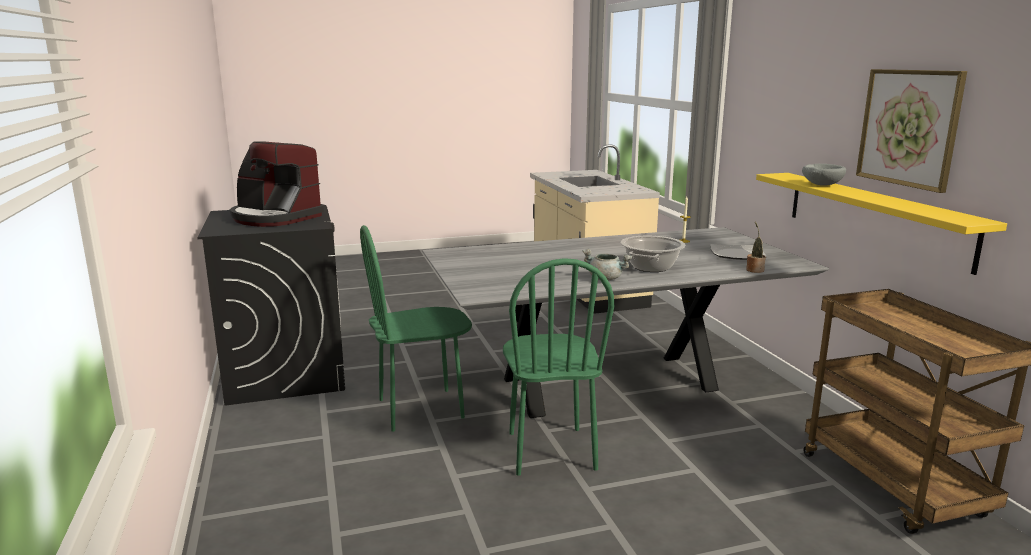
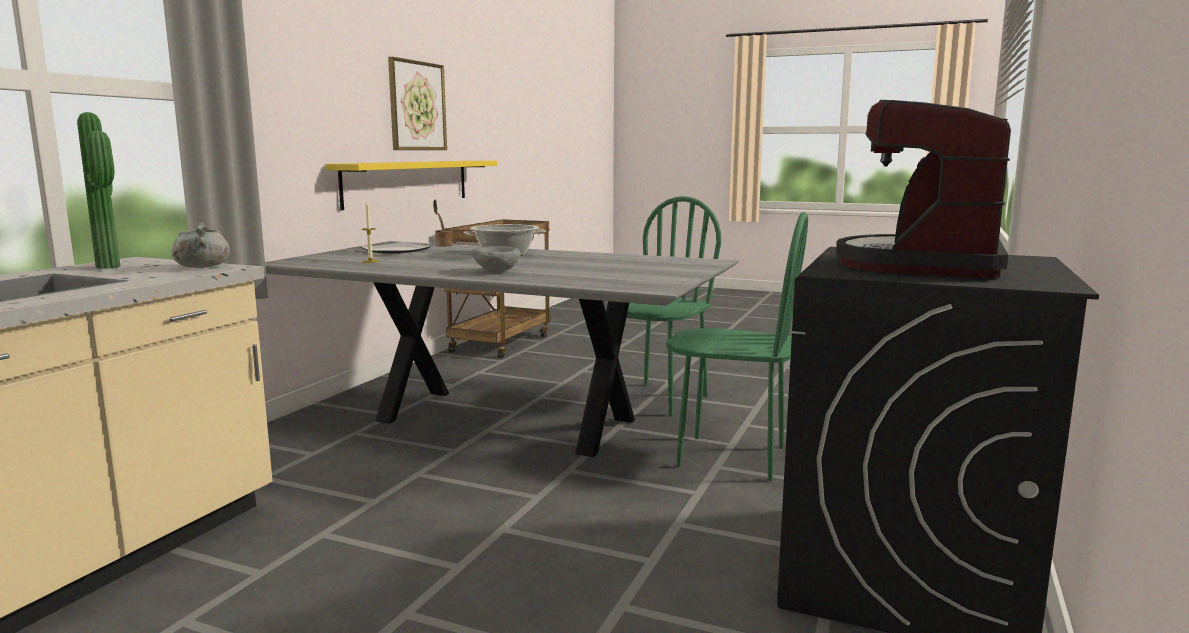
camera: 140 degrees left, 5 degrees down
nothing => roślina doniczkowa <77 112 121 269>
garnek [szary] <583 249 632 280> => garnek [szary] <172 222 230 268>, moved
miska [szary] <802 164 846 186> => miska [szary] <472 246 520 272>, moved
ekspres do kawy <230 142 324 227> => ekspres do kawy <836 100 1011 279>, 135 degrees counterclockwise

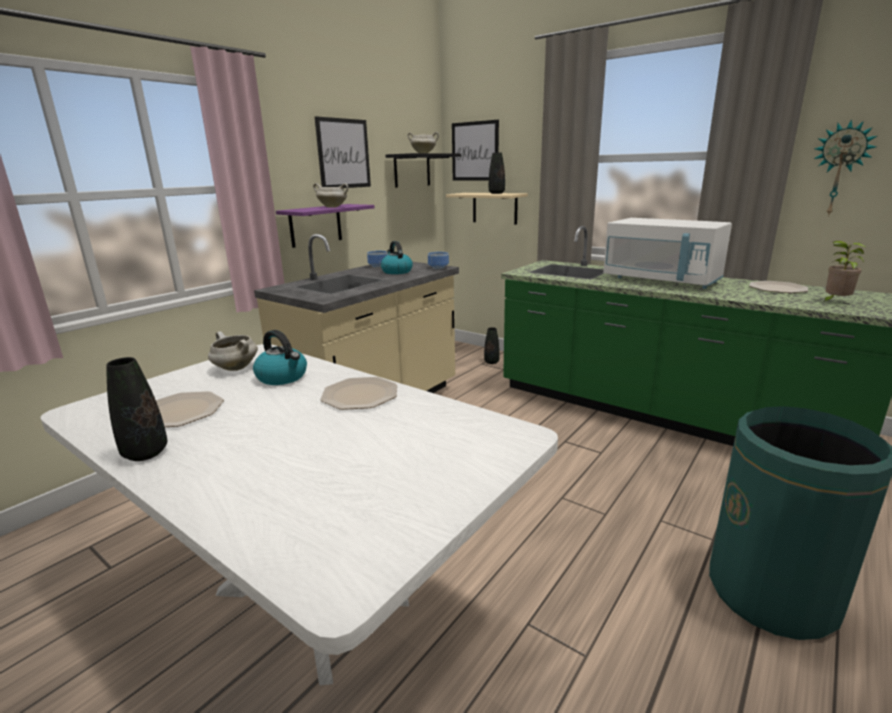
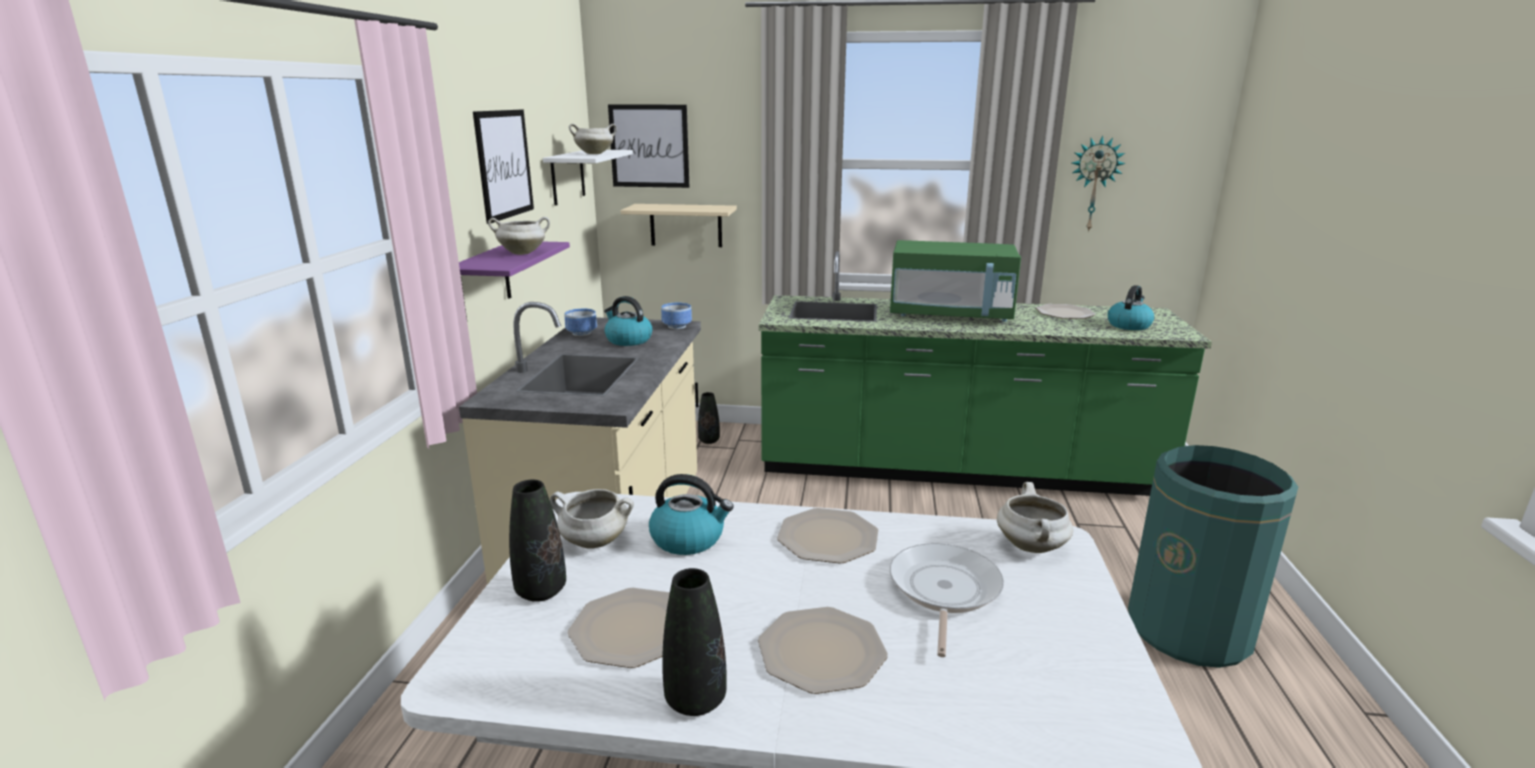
camera: 30 degrees left, 0 degrees up
nothing => talerz <758 607 888 694>
nothing => patelnia <890 543 1004 657>
nothing => garnek [biały] <997 482 1073 553>
wazon [czarny] <489 153 505 194> => wazon [czarny] <509 480 566 602>, moved
roślina doniczkowa <822 241 867 303> => czajnik <1107 285 1155 330>
półka [czarny] <386 153 461 188> => półka [biały] <543 150 633 206>
mikrofalówka [biały] <603 218 732 289> => mikrofalówka [zielony] <890 240 1021 322>

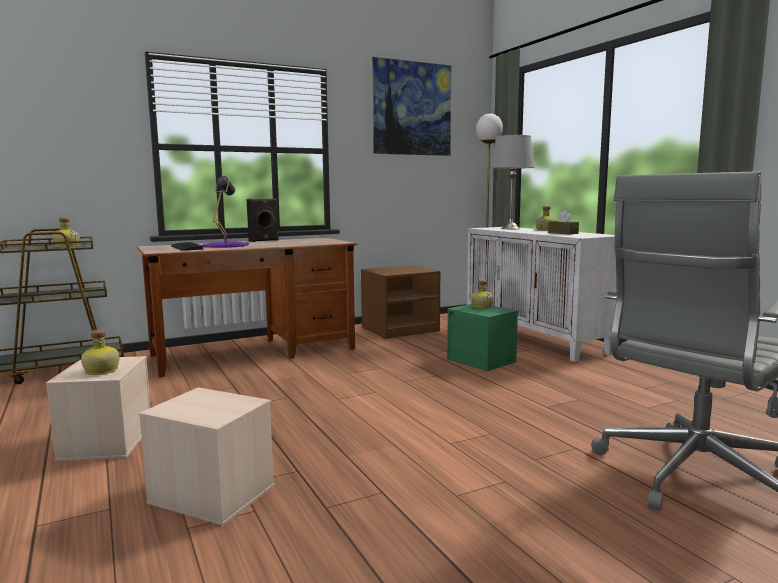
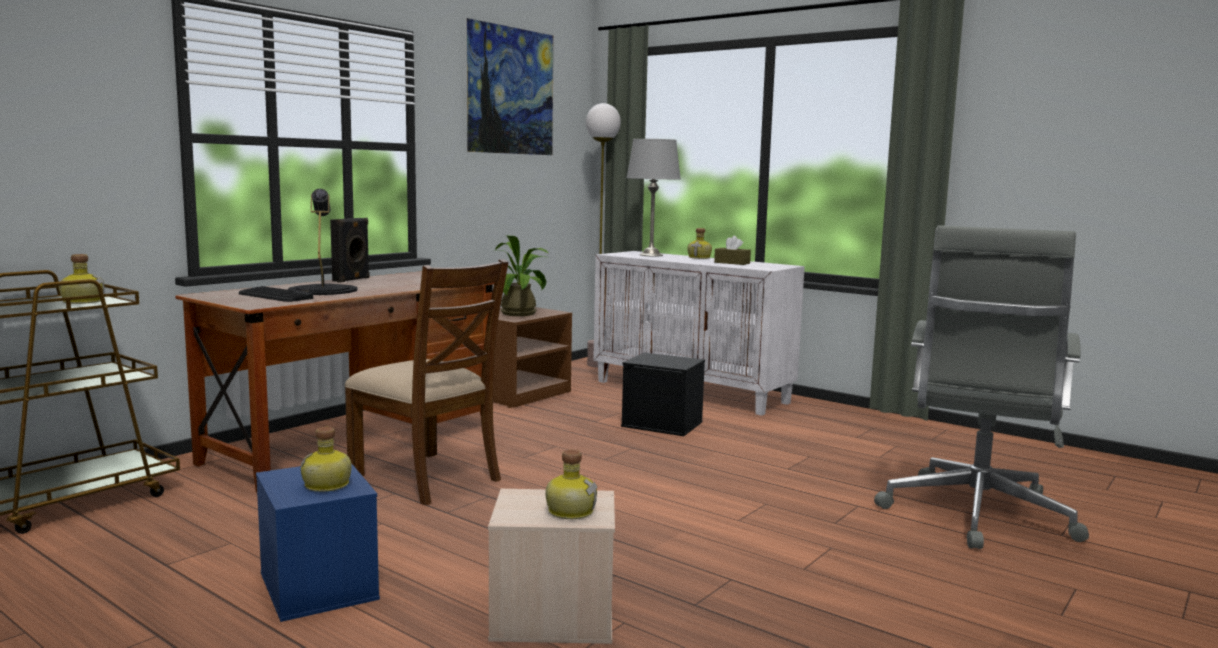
camera: 25 degrees left, 0 degrees up
nothing => krzesło [brązowy] <345 259 508 505>
nothing => roślina doniczkowa <492 236 548 316>
butelka <471 280 494 309> => butelka <545 450 598 519>, moved
pojemnik do przechowywania [beżowy] <46 356 151 461> => pojemnik do przechowywania [niebieski] <256 464 380 622>
lampa stołowa [fioletowy] <202 176 249 248> => lampa stołowa [czarny] <288 189 358 295>
pojemnik do przechowywania [zielony] <447 304 518 371> => pojemnik do przechowywania [czarny] <621 353 705 436>

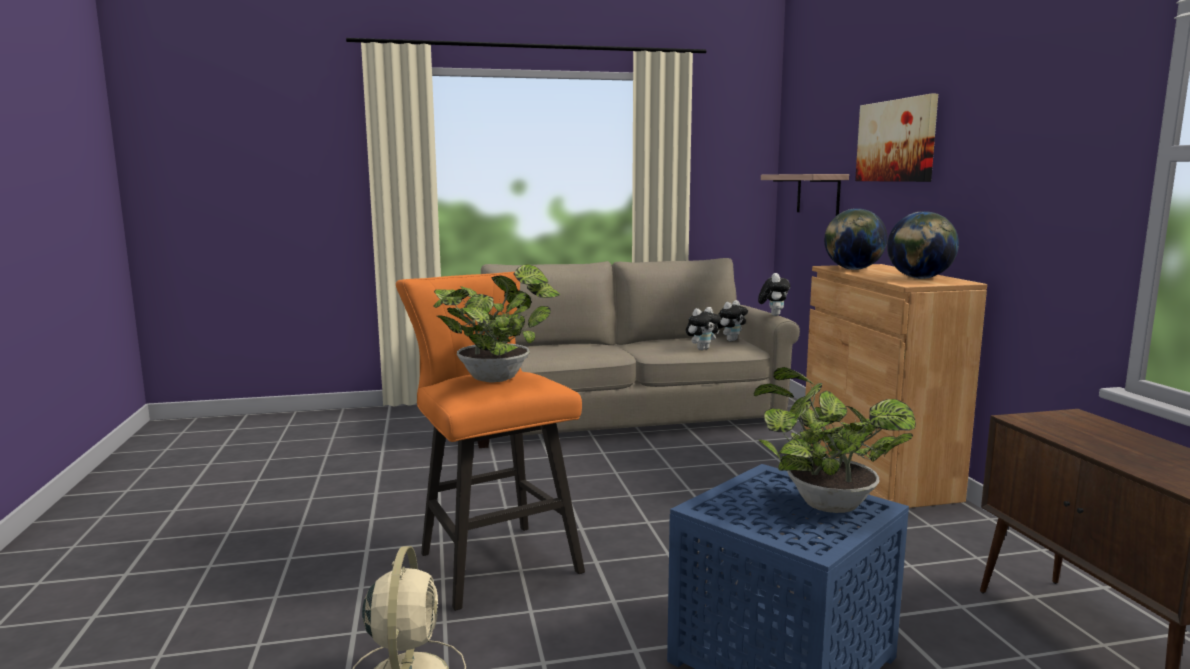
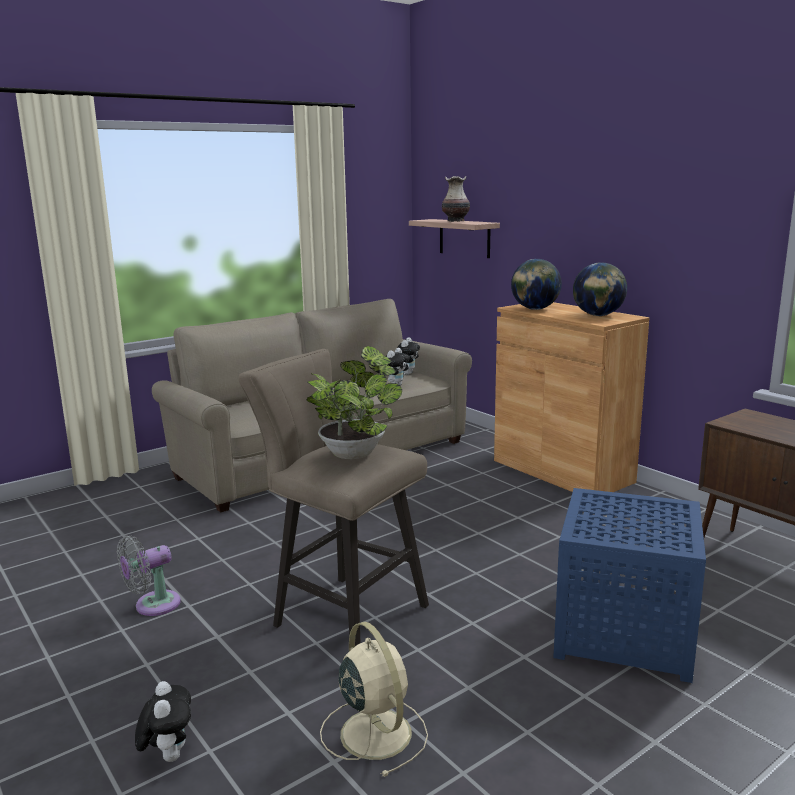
camera: 25 degrees left, 5 degrees up
roślina doniczkowa <754 367 916 513> => nothing
obraz <855 94 938 182> => nothing
nothing => wentylator [szary] <117 536 181 616>
nothing => wazon <442 176 470 222>
pluszak <758 273 790 316> => pluszak <135 681 191 762>, moved
stołek [pomarańczowy] <396 272 585 611> => stołek [beżowy] <238 349 429 646>

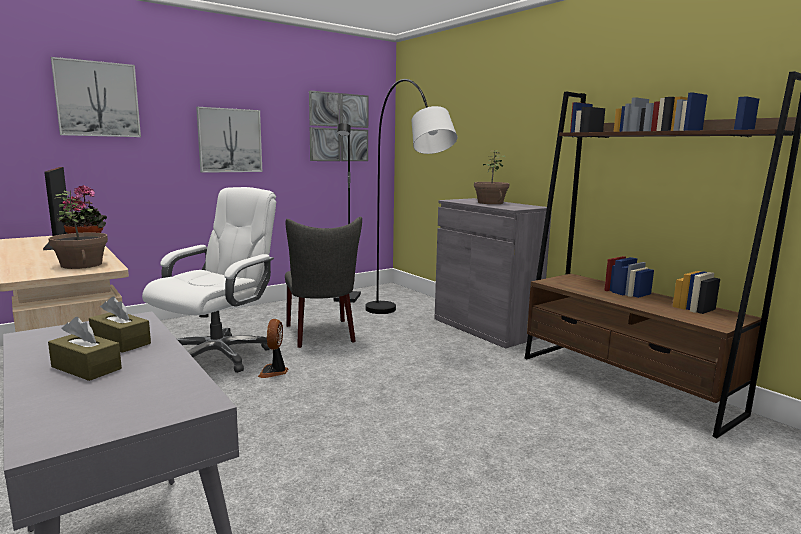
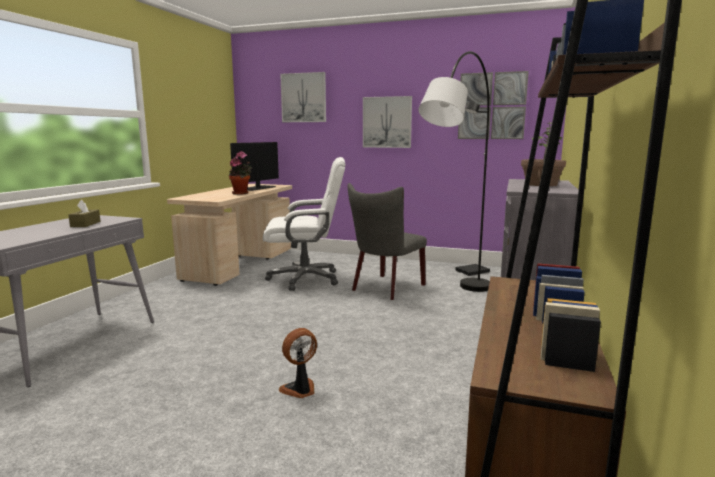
camera: 55 degrees right, 0 degrees up
roślina doniczkowa <48 190 108 269> => nothing
pudełko chusteczek [brązowy] <48 317 122 381> => nothing
wentylator <258 319 288 378> => wentylator <279 328 317 398>, moved

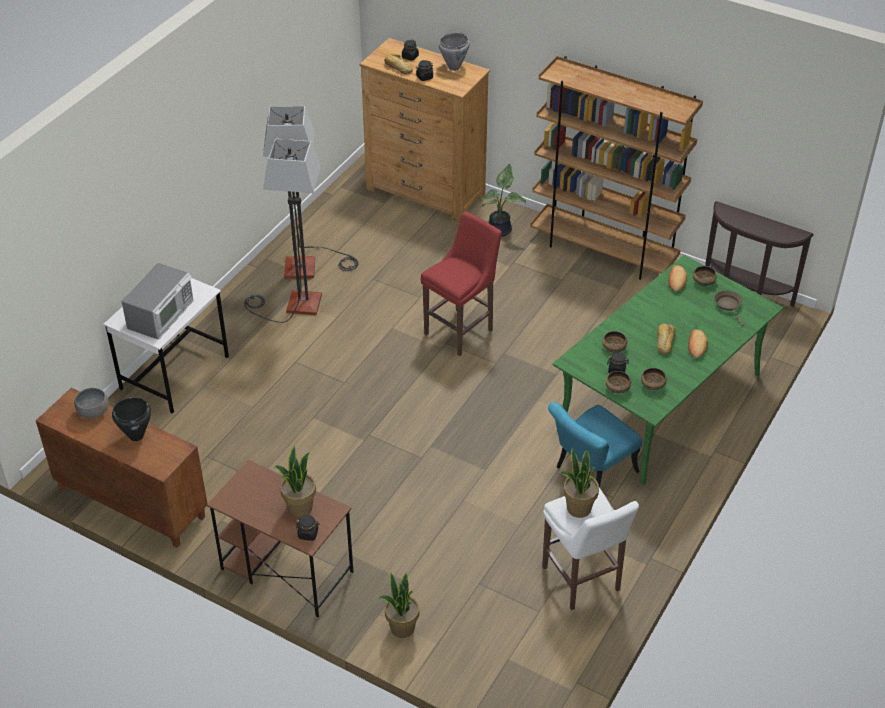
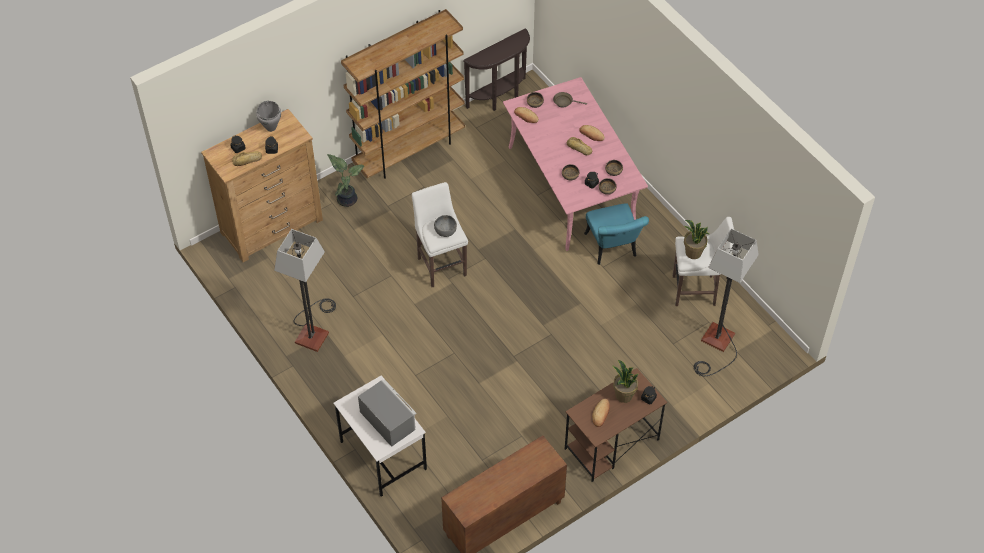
camera: 65 degrees left, 10 degrees up
garnek [czarny] <112 397 151 441> => nothing
roślina doniczkowa <379 572 419 638> => nothing
nothing => chleb <592 399 610 427>
miska [szary] <74 388 109 419> => miska [szary] <434 215 457 237>, moved
lampa stojąca <244 139 322 323> => lampa stojąca <694 228 759 376>, moved
stołek [czerwony] <421 212 502 356> => stołek [biały] <412 182 468 287>
stół jadalny [zielony] <553 255 783 485> => stół jadalny [różowy] <503 77 648 251>

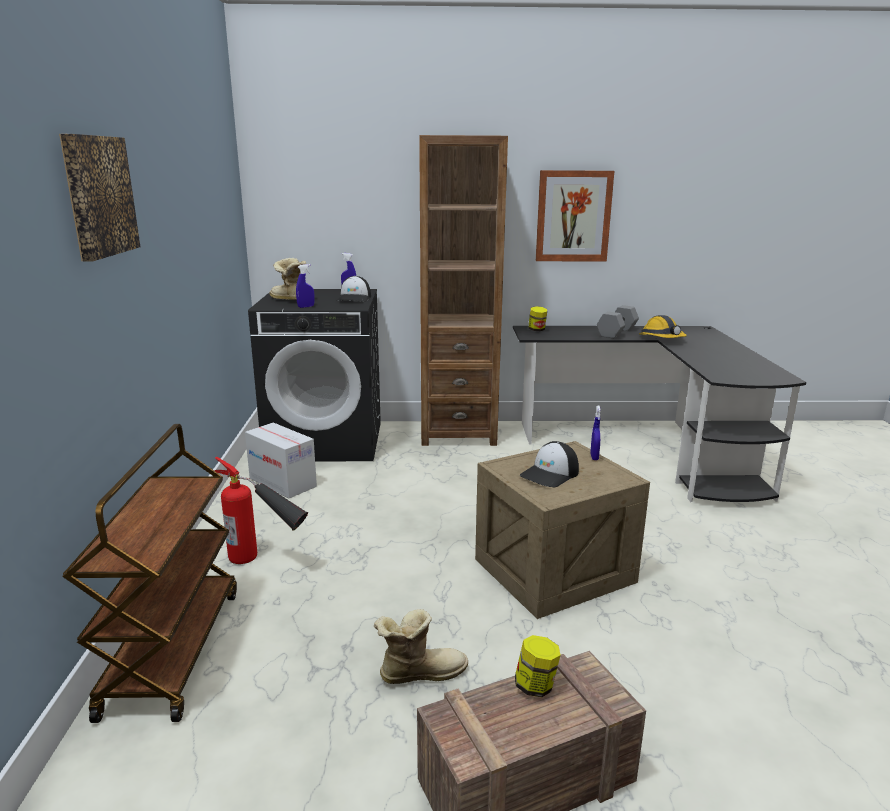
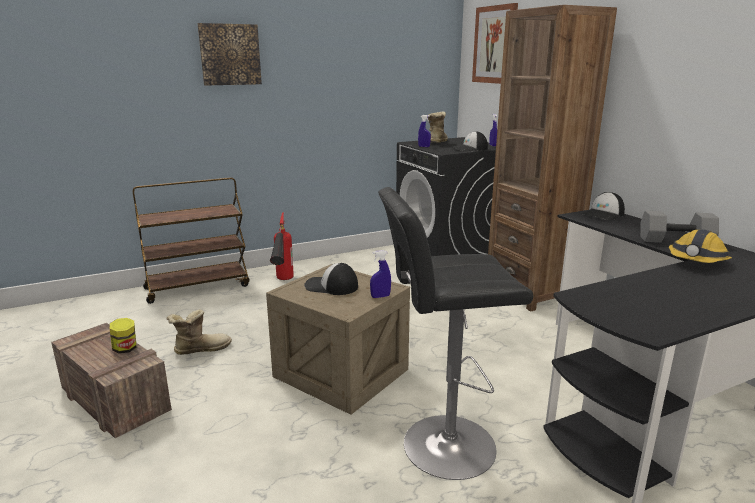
camera: 65 degrees right, 0 degrees up
karton <245 423 317 498> => nothing
nothing => stołek [czarny] <378 187 533 480>
obraz <536 170 614 262> => obraz <472 3 518 84>, moved
słoik <528 306 547 331> => czapka z daszkiem <583 192 625 221>
but z cholewką <374 609 468 684> => but z cholewką <167 309 232 355>, 75 degrees counterclockwise

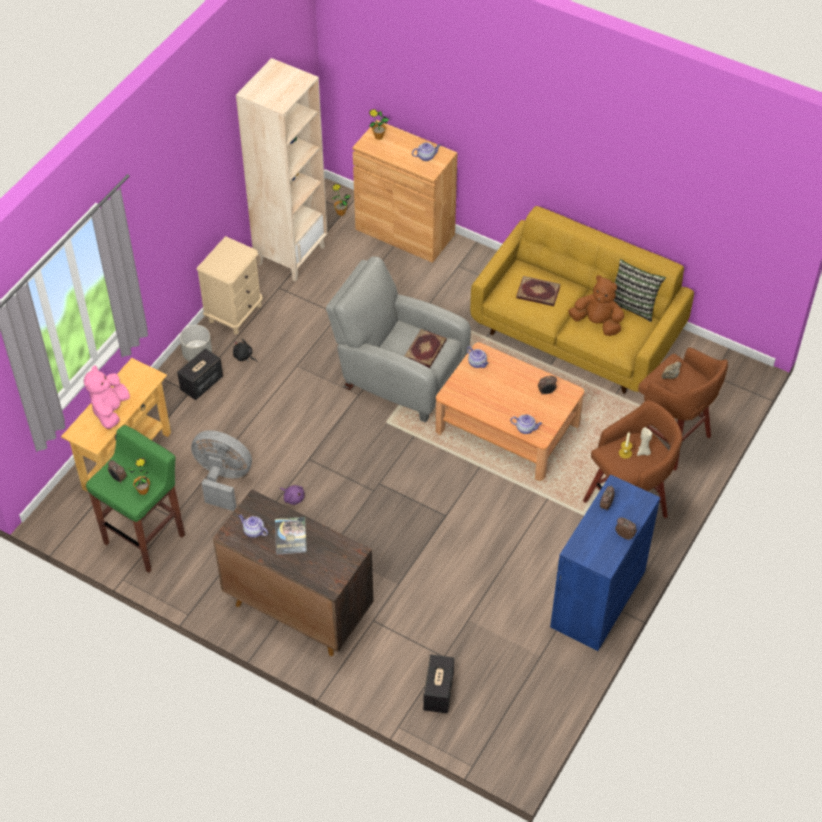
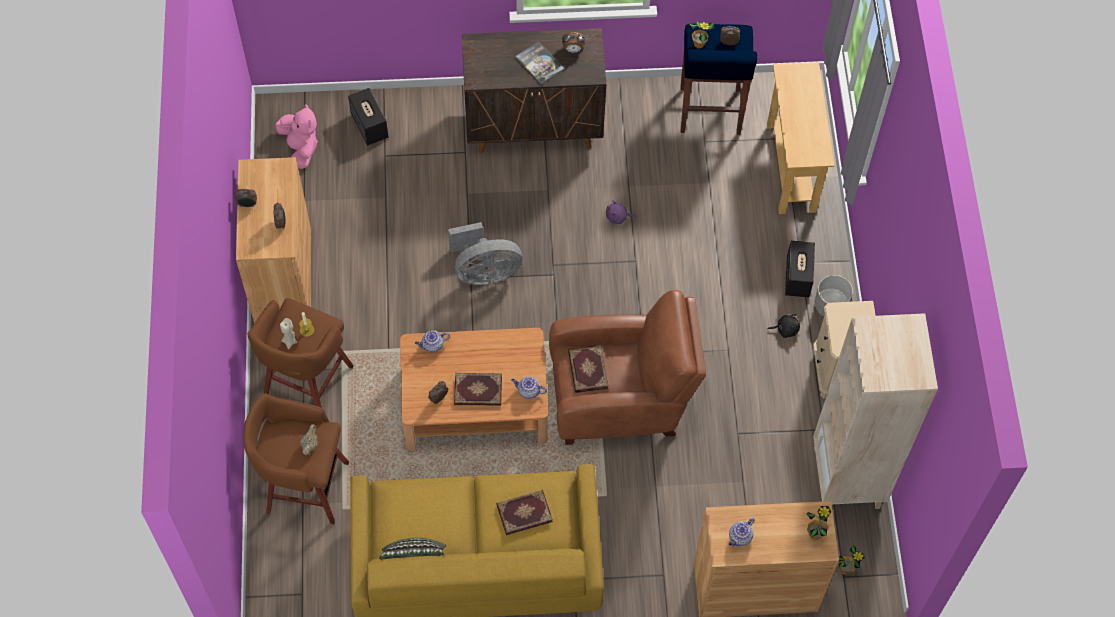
camera: 145 degrees right, 10 degrees up
pluszak [brązowy] <568 275 624 336> => nothing
nothing => książka <454 373 502 406>
pluszak [różowy] <83 365 130 429> => pluszak [różowy] <275 103 318 169>, moved
wentylator [szary] <191 430 252 511> => wentylator [szary] <448 222 523 285>, moved
imbryk <239 514 268 538> => budzik <562 32 585 54>
stołek [zielony] <86 425 185 573> => stołek [niebieski] <680 24 757 135>
fotel [szary] <326 256 471 423> => fotel [brązowy] <549 290 706 445>
szafka [niebieski] <550 474 660 651> => szafka [brązowy] <236 157 311 323>

